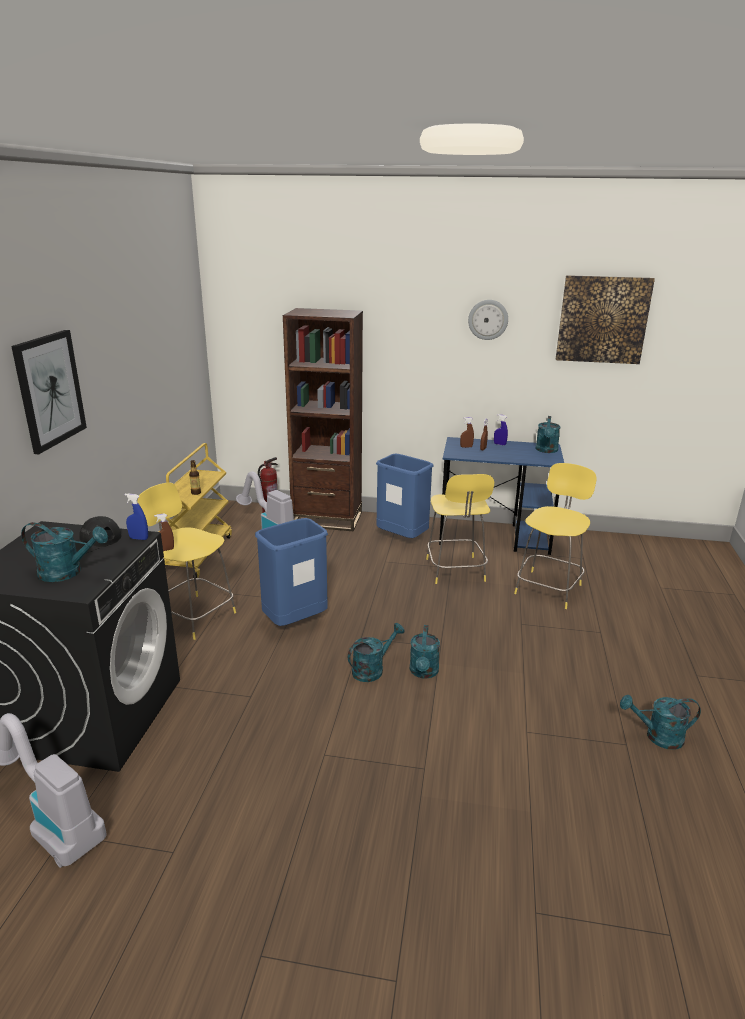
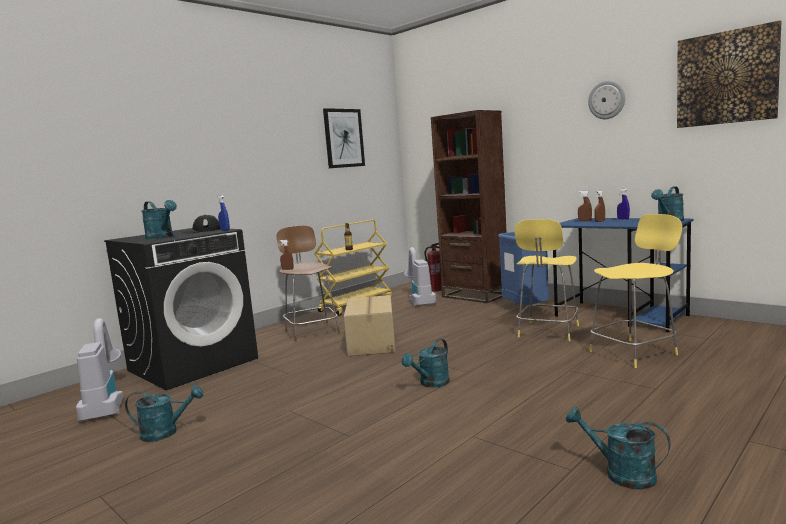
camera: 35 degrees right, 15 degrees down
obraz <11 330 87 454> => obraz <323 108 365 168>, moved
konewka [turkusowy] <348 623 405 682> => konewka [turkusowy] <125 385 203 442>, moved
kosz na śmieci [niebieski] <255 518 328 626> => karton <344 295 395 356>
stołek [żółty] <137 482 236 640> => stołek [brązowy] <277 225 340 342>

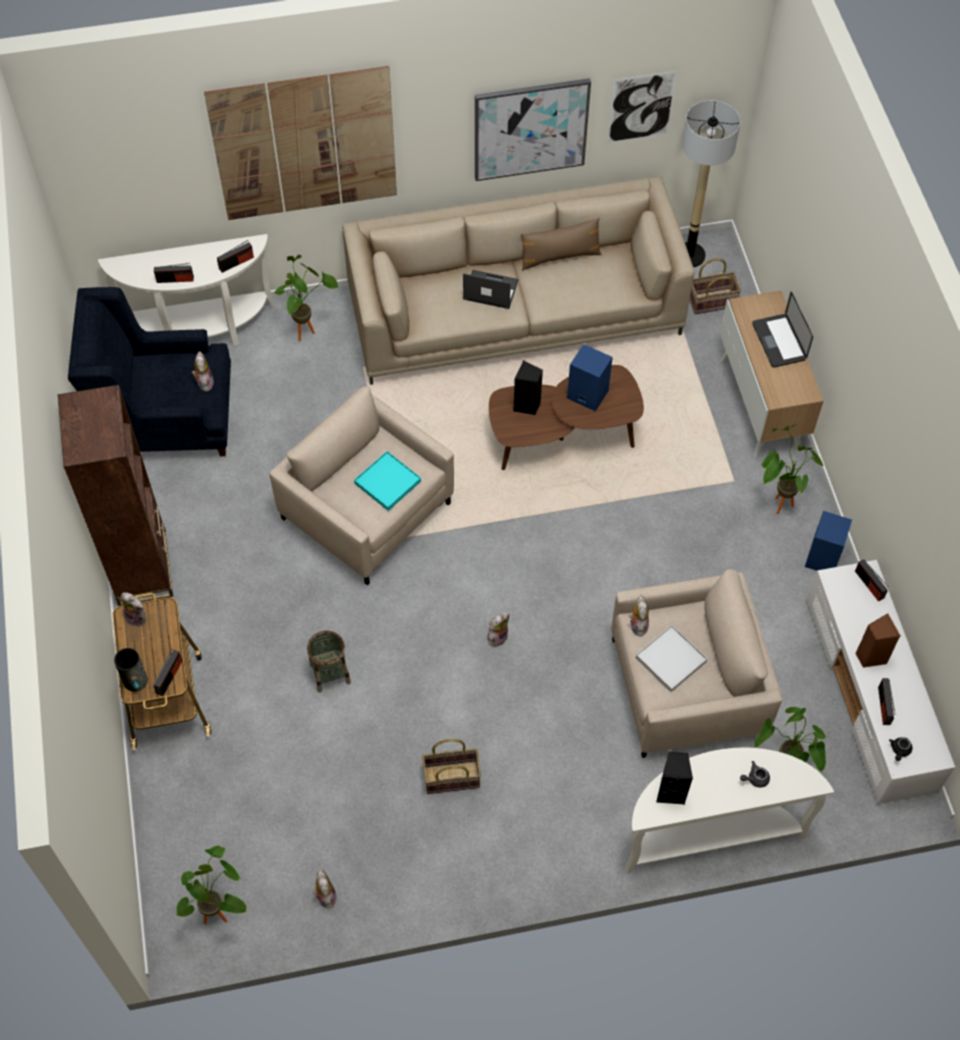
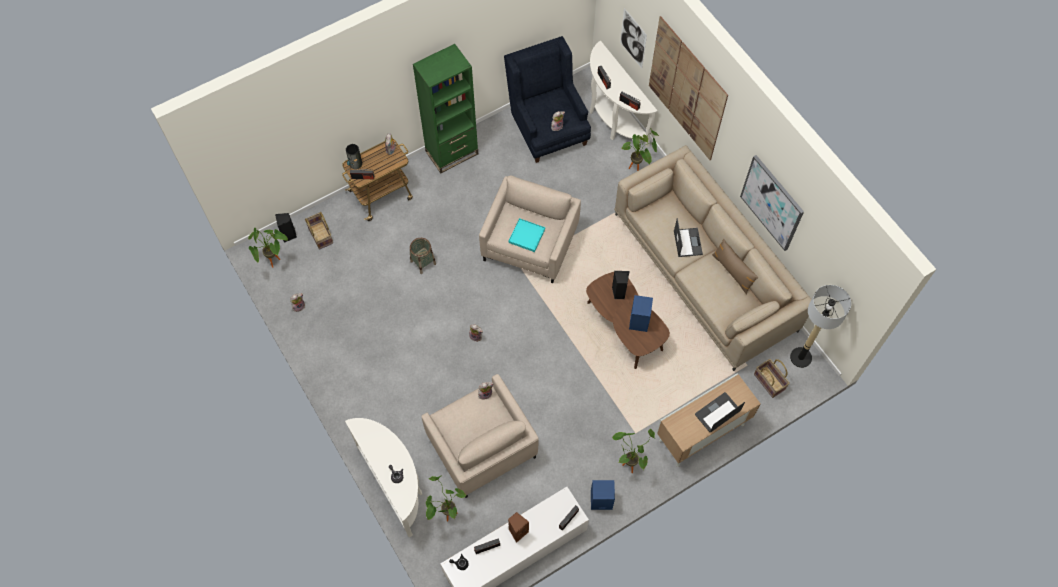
camera: 70 degrees right, 5 degrees up
taca [biały] <636 625 707 692> => nothing
koszyk <422 739 481 794> => koszyk <305 212 333 250>, moved
obraz <607 71 677 143> => obraz <620 8 647 68>, moved
głośnik [czarny] <656 752 693 805> => głośnik [czarny] <275 213 297 243>, moved
regał [brązowy] <58 385 173 606> => regał [zielony] <413 44 478 173>

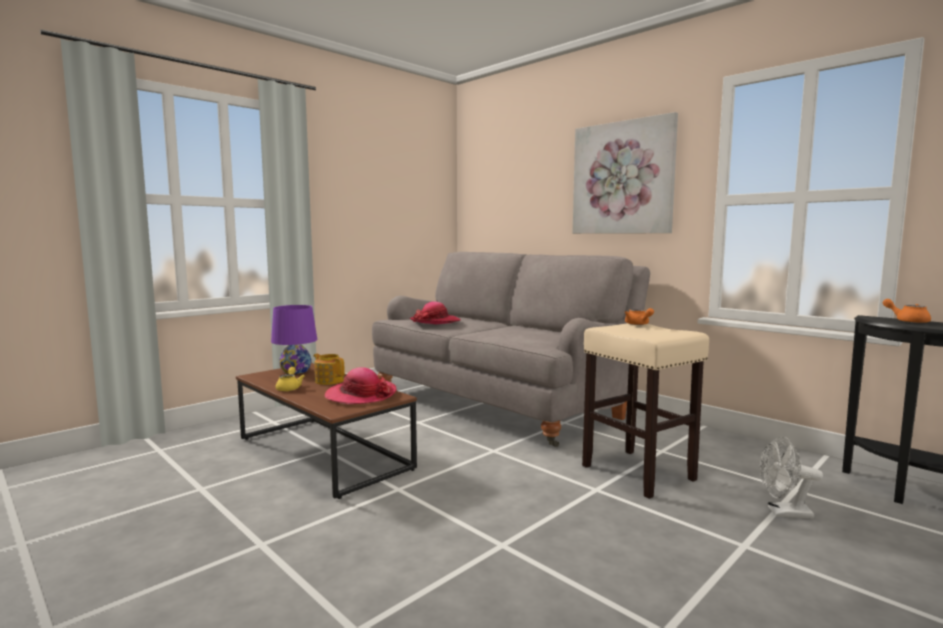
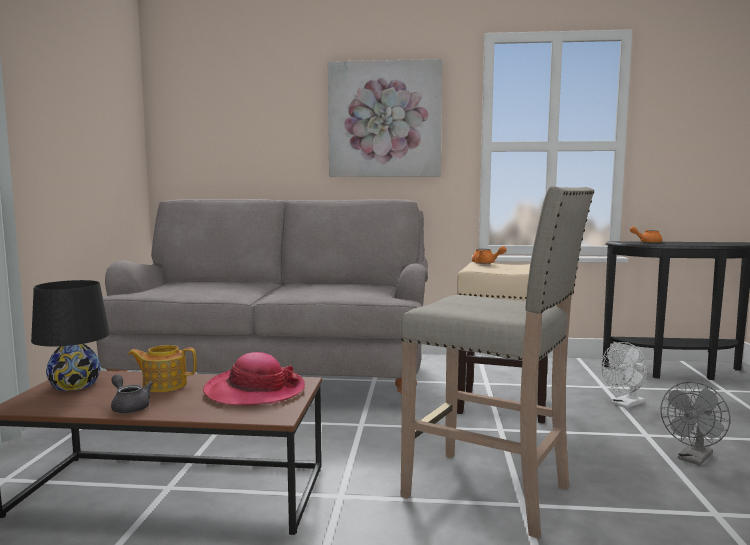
camera: 40 degrees left, 0 degrees up
kapelusz <410 301 461 324> => nothing
nothing => stołek [beżowy] <400 187 594 539>
nothing => wentylator [szary] <661 382 730 466>
lampa stołowa [fioletowy] <271 305 317 374> => lampa stołowa [czarny] <31 280 110 391>
imbryk [żółty] <276 367 305 391> => imbryk [szary] <111 375 153 413>

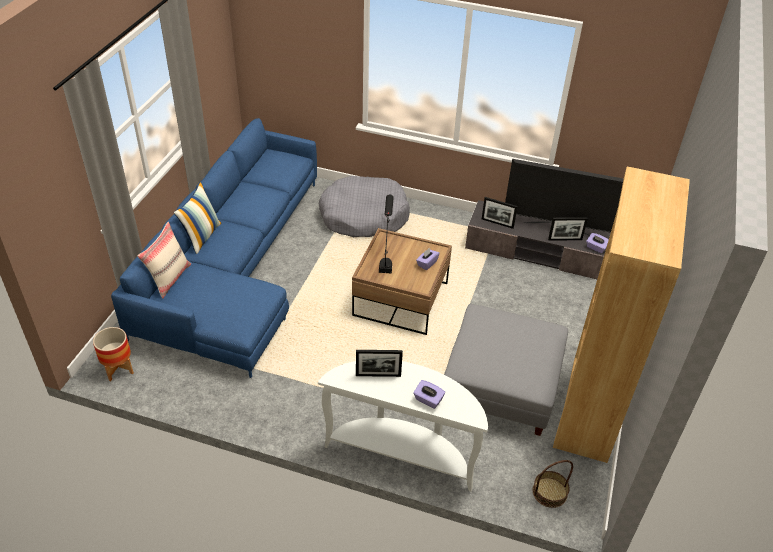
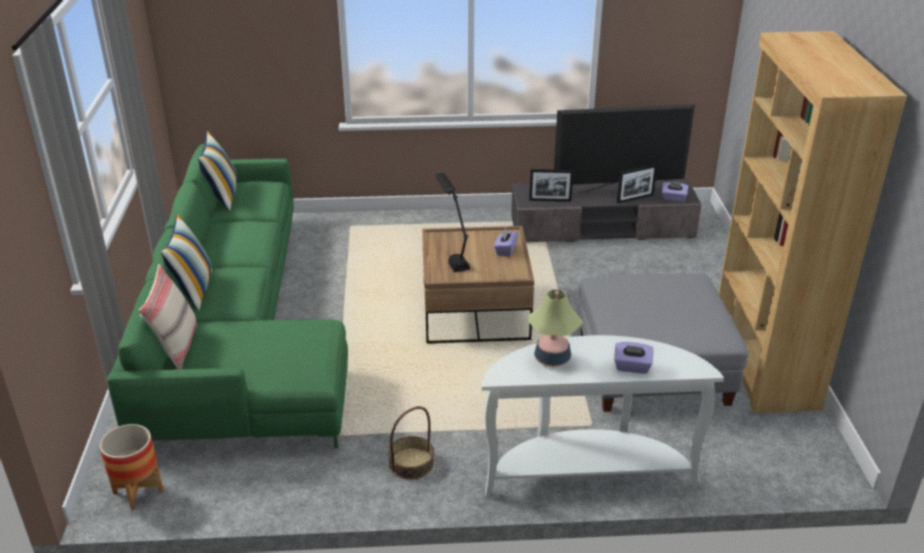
camera: 20 degrees left, 10 degrees down
legowisko [szary] <318 176 410 237> => nothing
nothing => poduszka <198 131 237 211>
koszyk <533 460 573 508> => koszyk <388 406 434 480>, moved
ramka na zdjęcie <356 350 403 377> => lampa stołowa <527 289 583 367>
kanapa [niebieski] <111 118 317 378> => kanapa [zielony] <108 144 348 448>

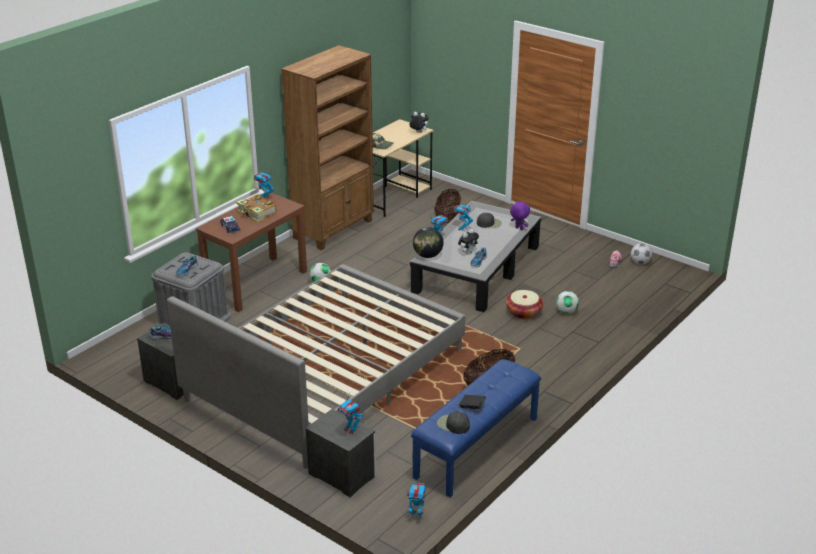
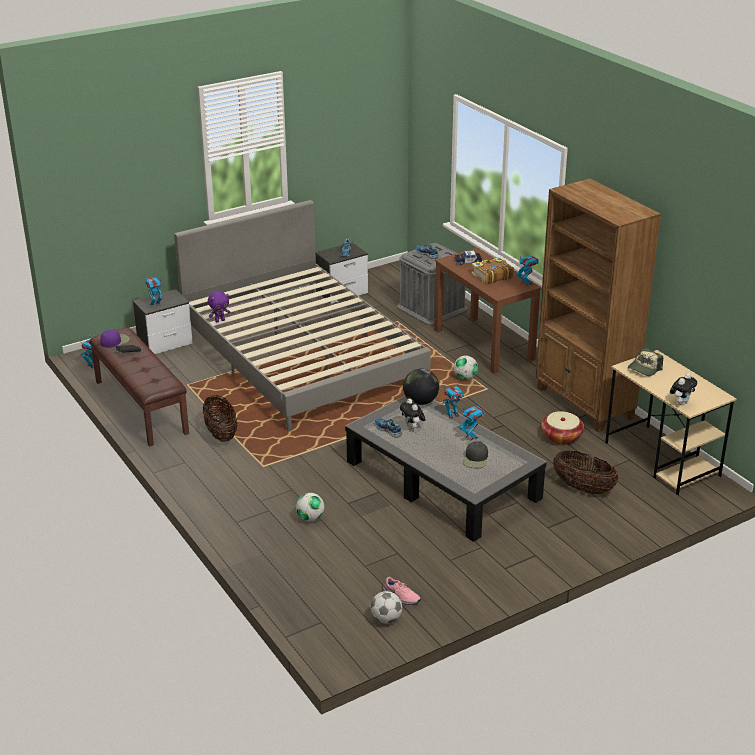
camera: 110 degrees right, 0 degrees up
koszyk <506 290 543 319> => koszyk <541 411 584 445>, moved
pluszak [fioletowy] <510 201 530 230> => pluszak [fioletowy] <208 291 230 322>, moved
ławka [niebieski] <411 359 541 497> => ławka [brązowy] <89 328 189 447>
czapka z daszkiem [czarny] <437 411 470 434> => czapka z daszkiem [fioletowy] <100 329 130 348>

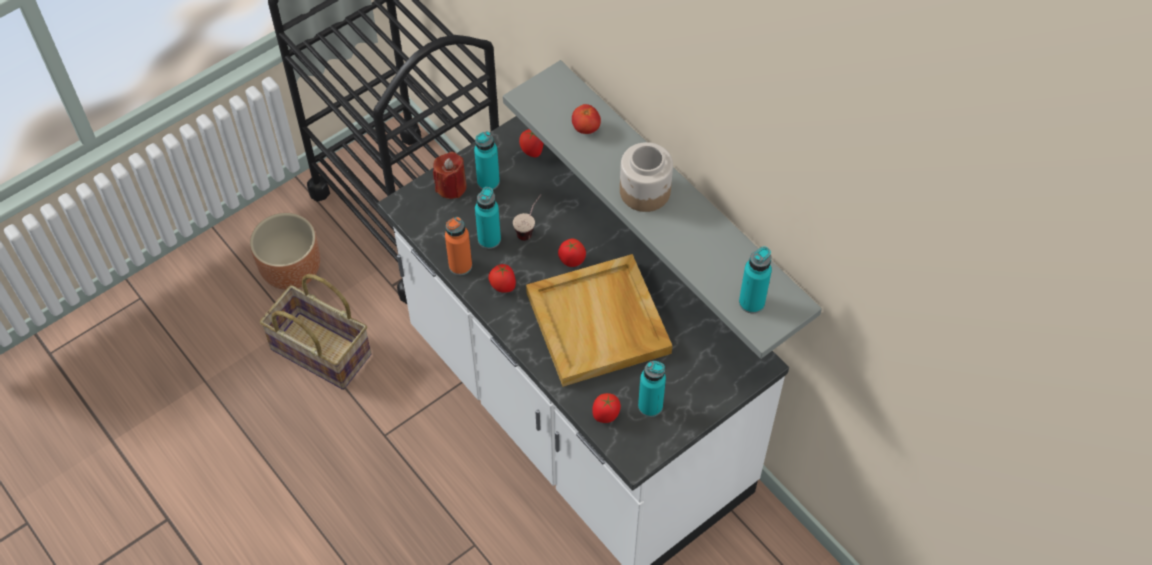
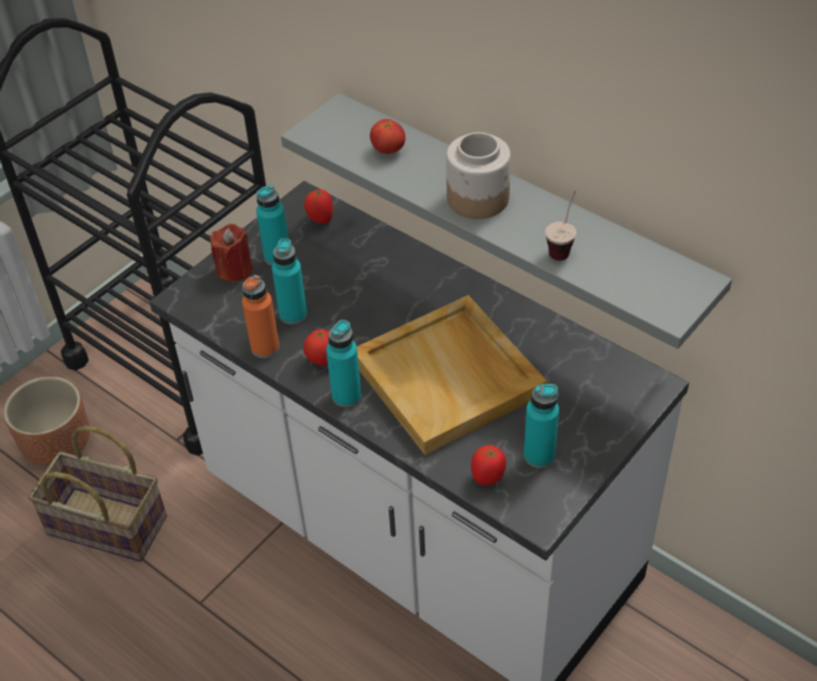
camera: 10 degrees left, 10 degrees down
pomidor <558 238 586 267> => nothing
filiżanka <513 194 542 241> => filiżanka <545 190 576 260>, moved
butelka [turkusowy] <739 246 772 313> => butelka [turkusowy] <326 320 361 407>, moved

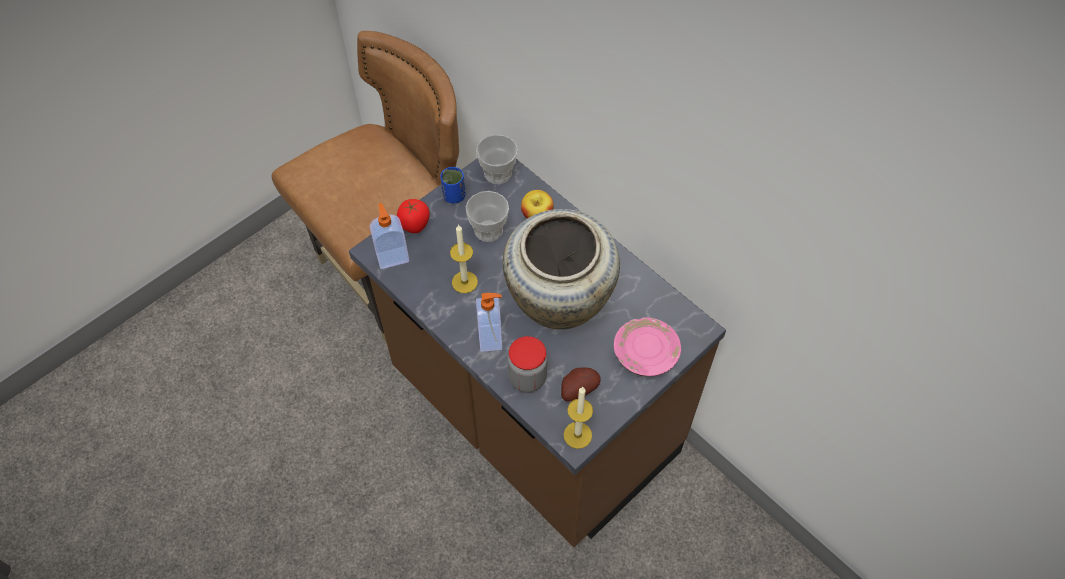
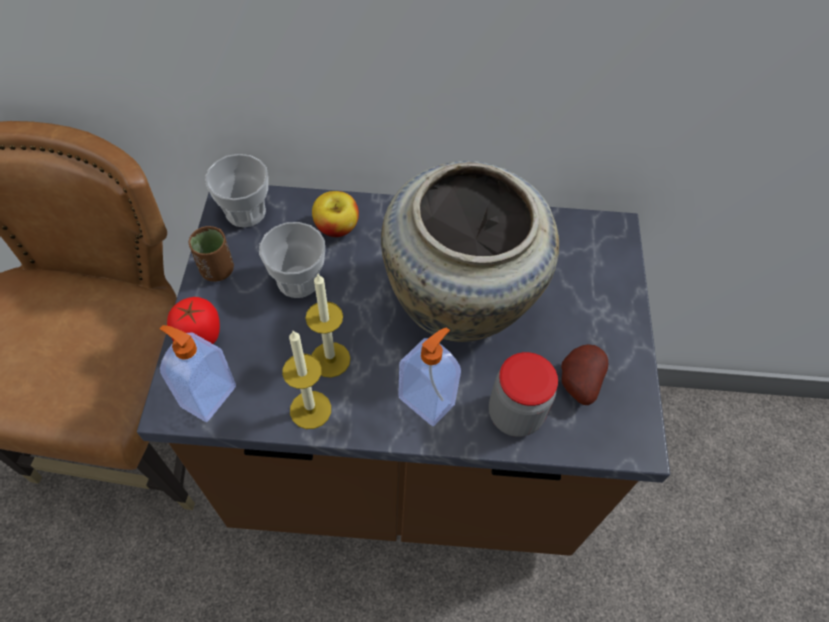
camera: 45 degrees left, 0 degrees up
talerz [różowy] <614 317 681 377> => nothing
świeca <563 387 593 449> => świeca <282 331 331 429>, moved
filiżanka [niebieski] <440 167 466 204> => filiżanka [brązowy] <189 226 234 282>

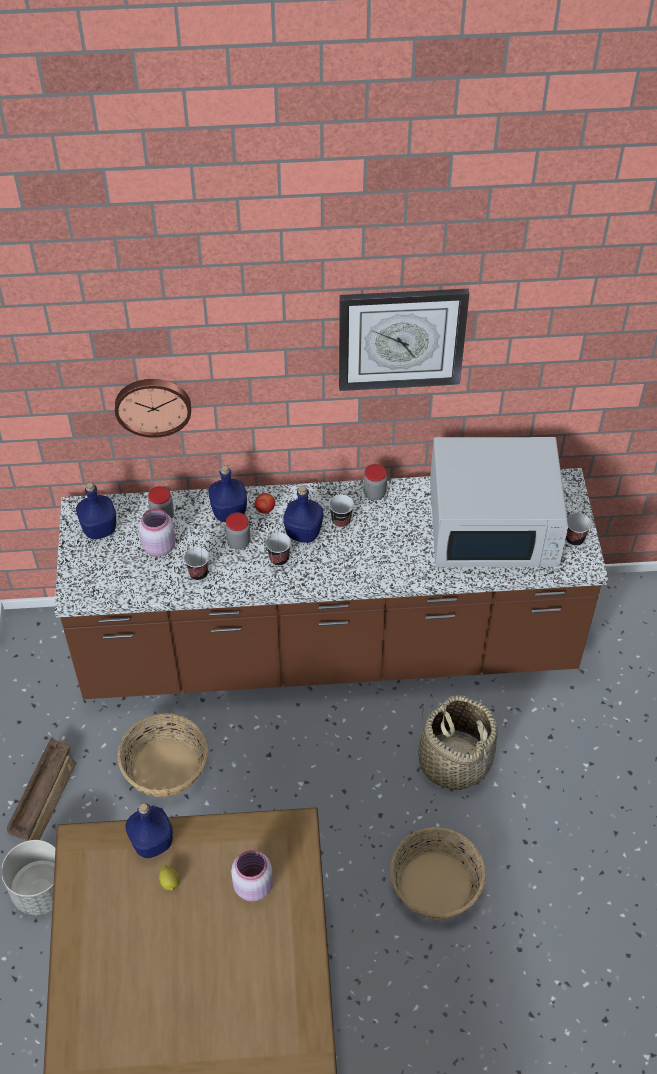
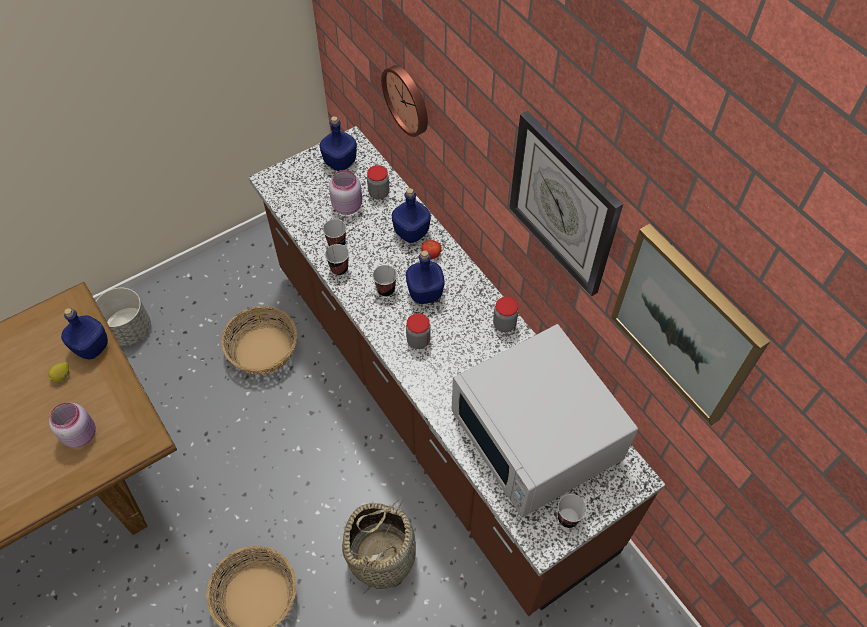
camera: 60 degrees right, 5 degrees up
skrzynka <7 737 77 841> => nothing
nothing => obraz <611 224 770 426>
słoik <226 513 251 549> => słoik <406 313 431 349>, moved
filiżanka <329 495 354 528> => filiżanka <325 244 349 276>, moved

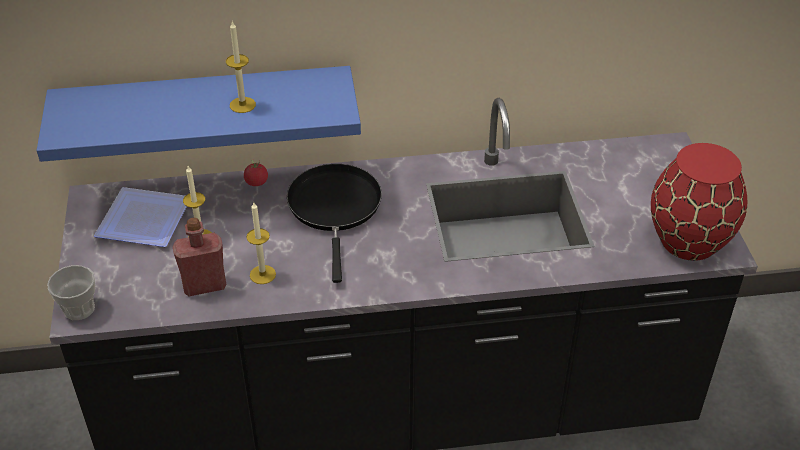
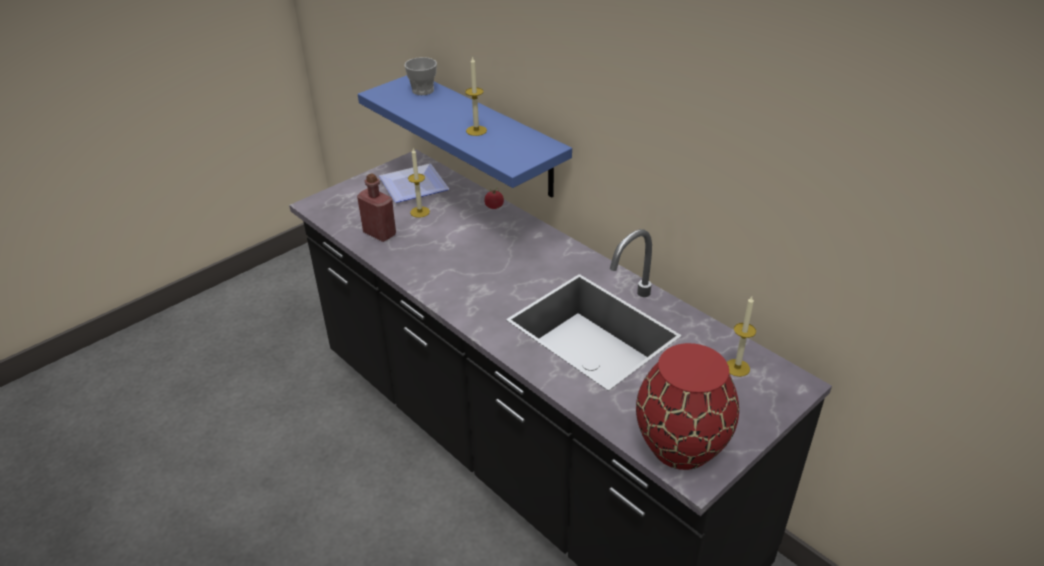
camera: 55 degrees right, 5 degrees down
patelnia [czarny] <287 164 382 283> => nothing
filiżanka <47 265 95 320> => filiżanka <404 57 437 95>, moved
świeca <246 201 276 284> => świeca <727 296 756 377>, moved

